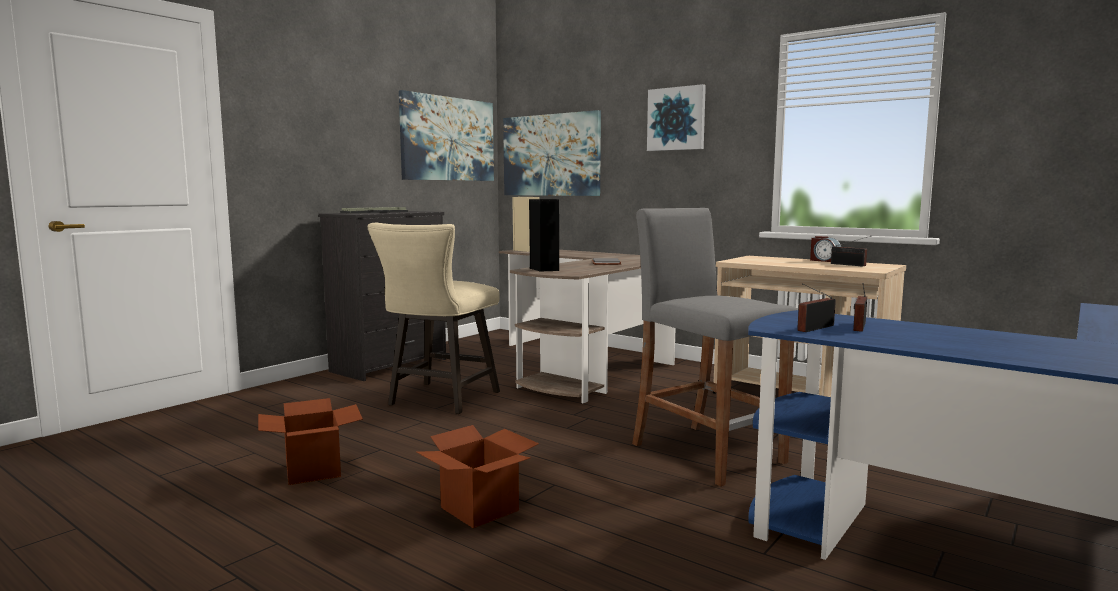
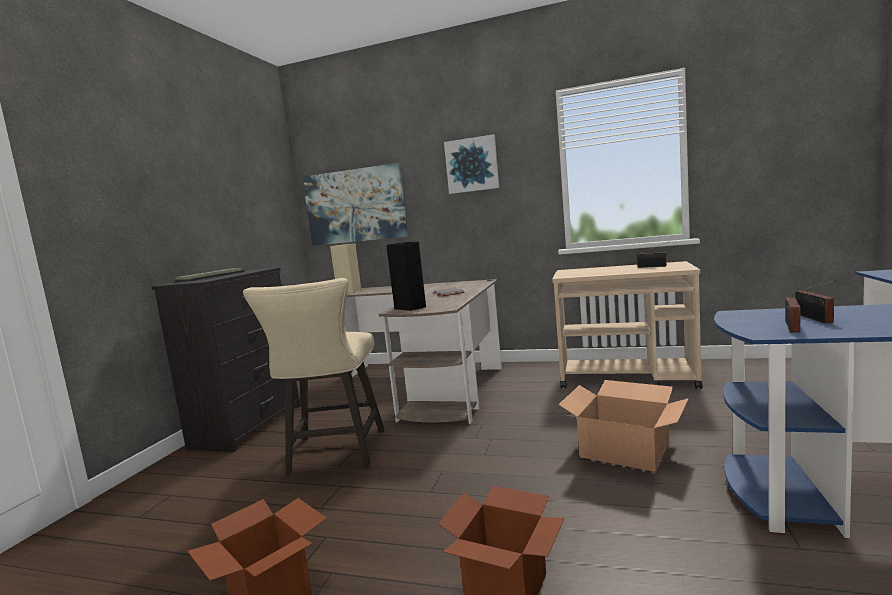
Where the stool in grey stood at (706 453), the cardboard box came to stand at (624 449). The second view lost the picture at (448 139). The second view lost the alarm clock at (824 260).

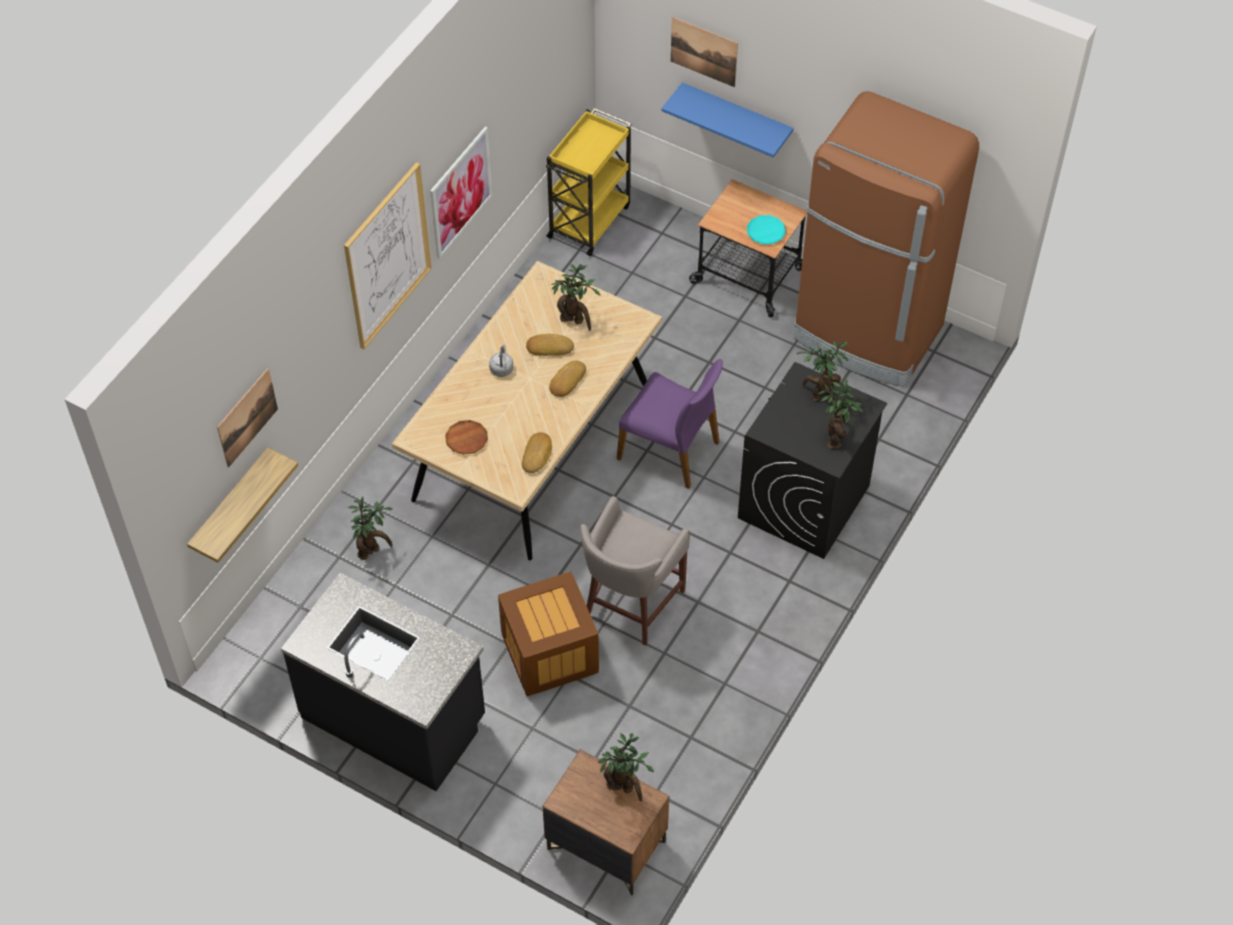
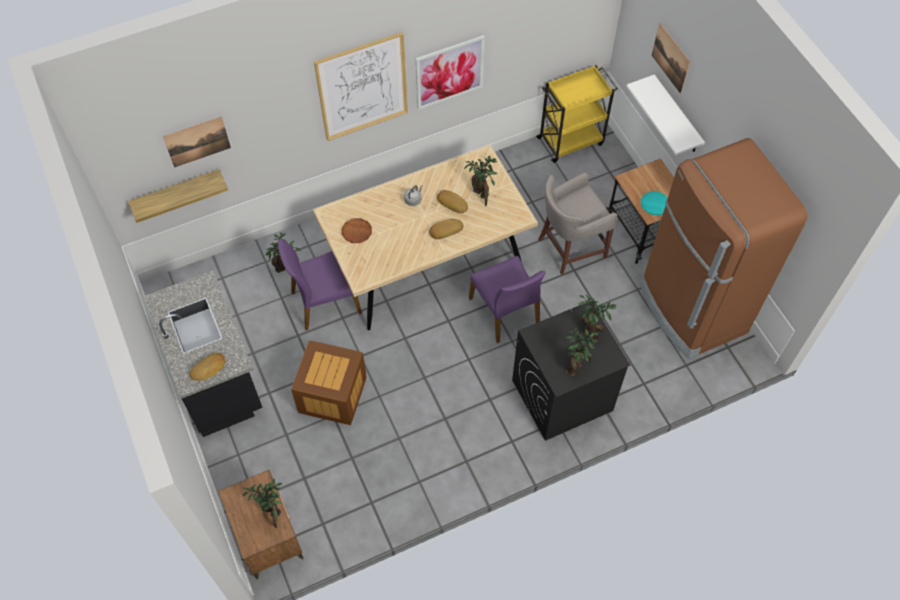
The bread ended up elsewhere, having gone from (537 455) to (209 368). The second view gained the chair in purple at (325 302). The stool in grey ended up elsewhere, having gone from (631 604) to (569 248). What was the shelf in blue at (736 116) turned into the shelf in white at (676 116).

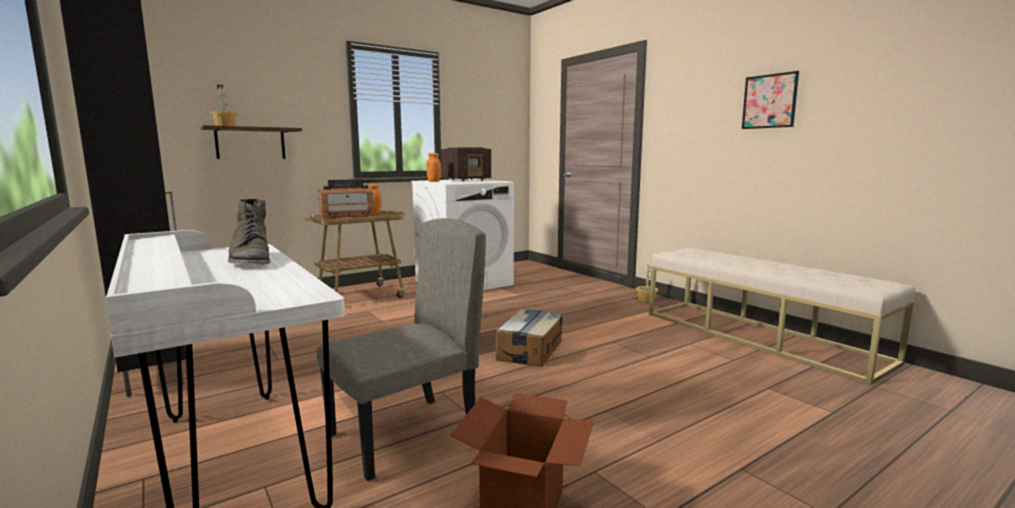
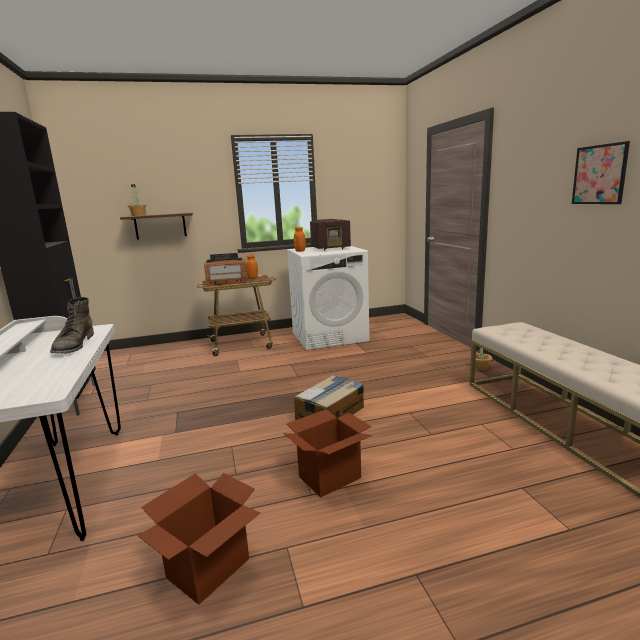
The second view gained the cardboard box at (330 477). The second view lost the chair in beige at (404 435).

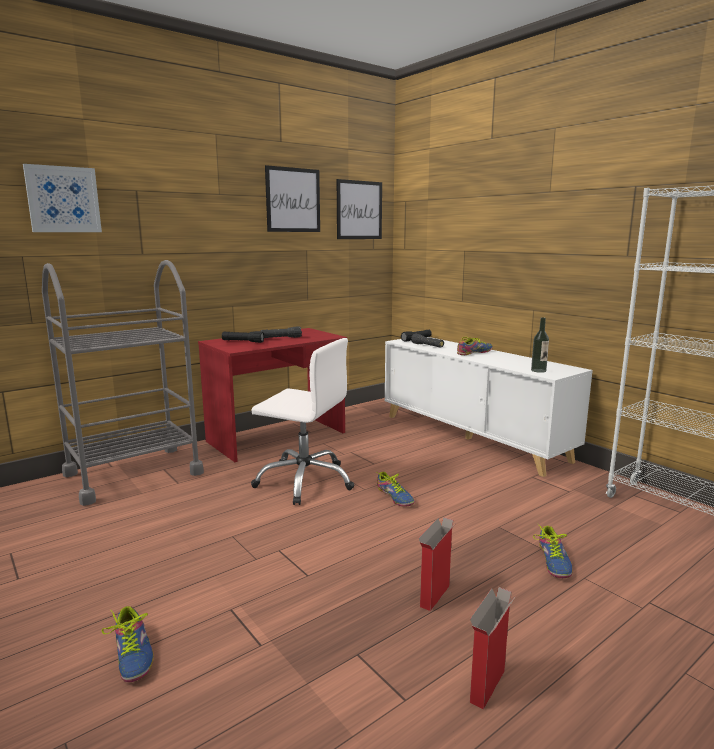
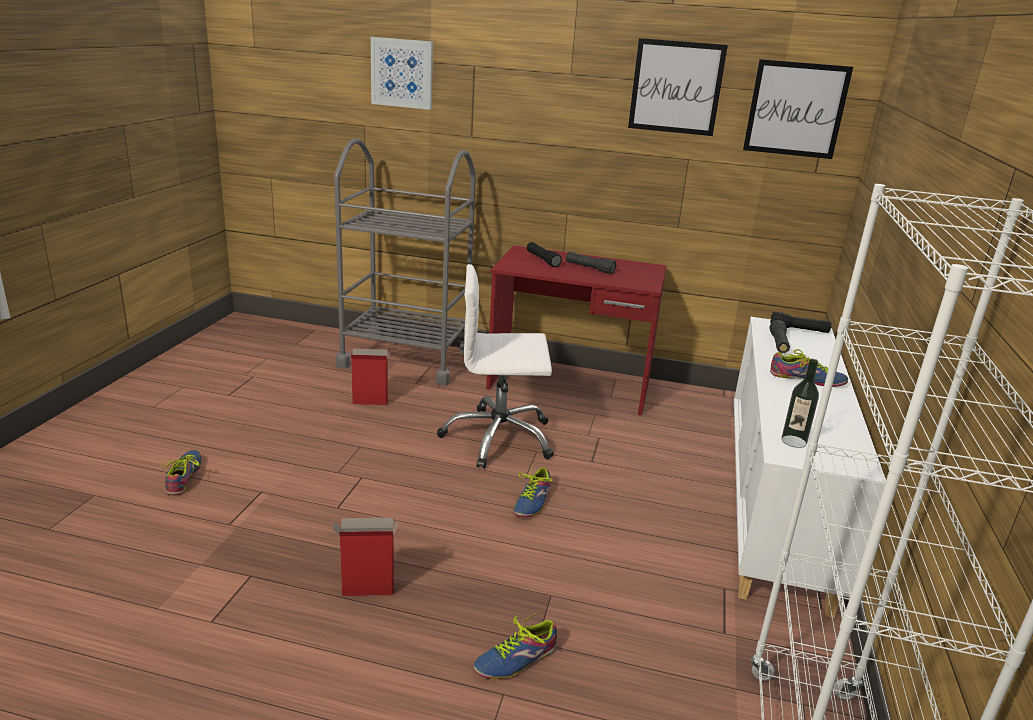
The shoe at (133 654) ended up facing another way, 150 degrees clockwise from before. The cardboard box ended up elsewhere, having gone from (487 687) to (369 402). The office chair in white at (305 481) ended up facing another way, 105 degrees clockwise from before.

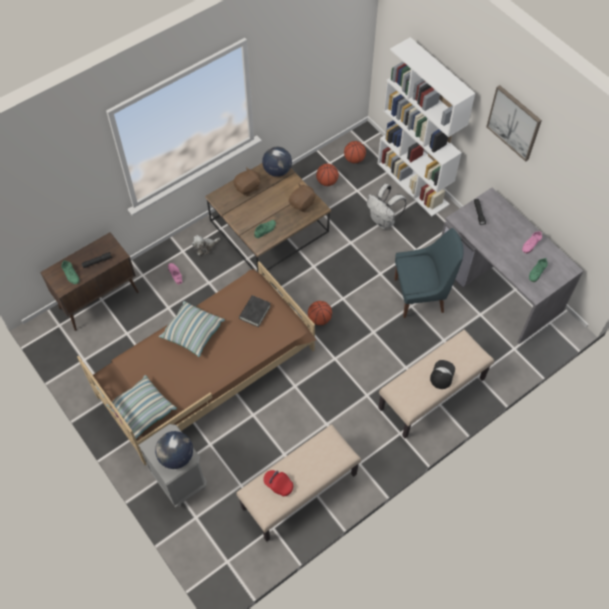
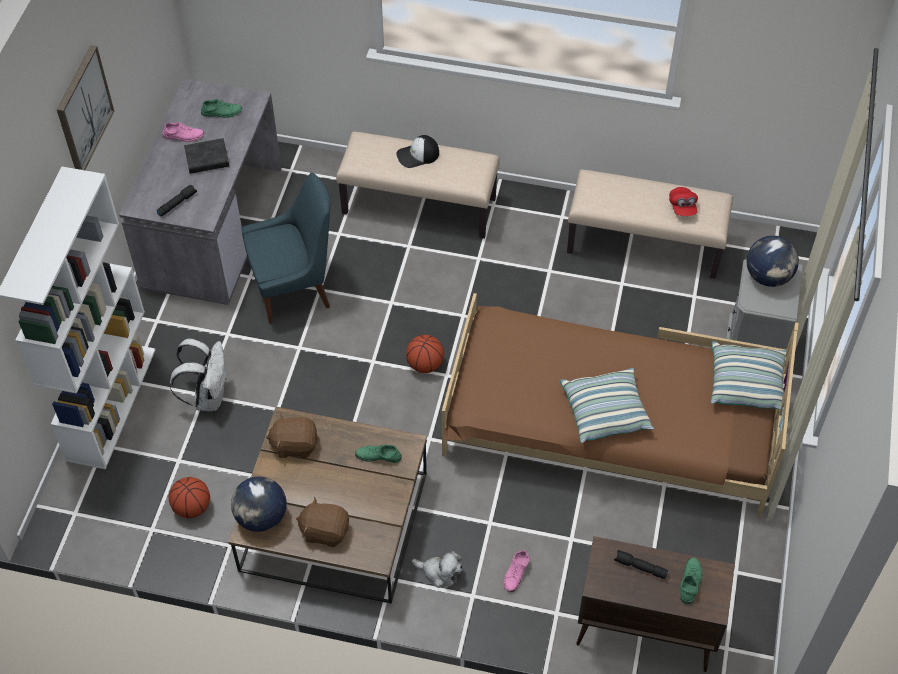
The book in black ended up elsewhere, having gone from (255 312) to (207 159). The chair in blue at (421 295) ended up facing another way, 120 degrees clockwise from before. The second view lost the basketball at (354 159).

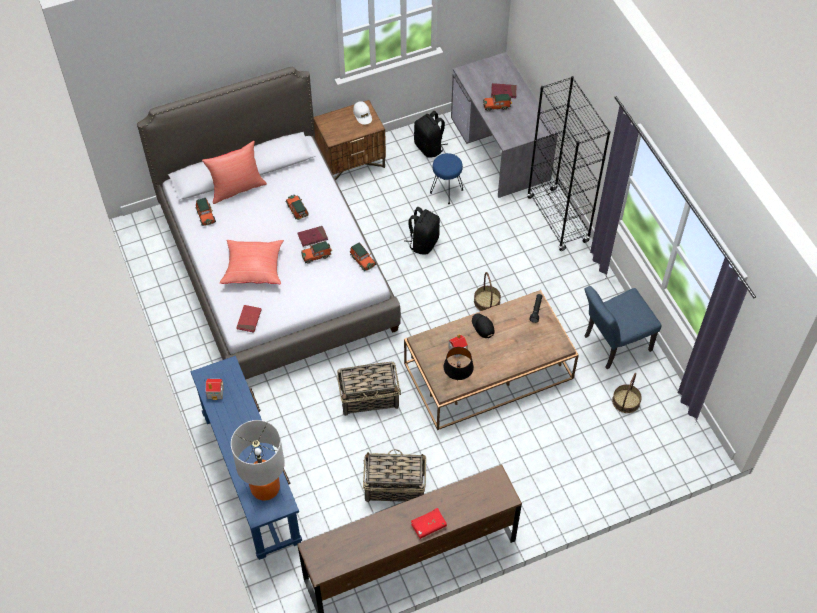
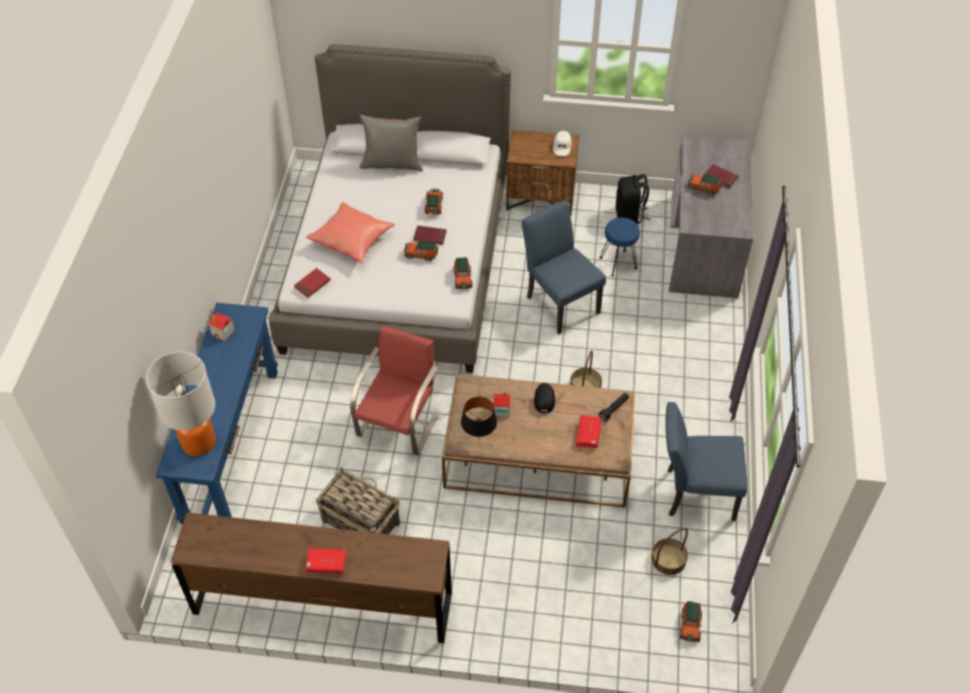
Where the basket stood at (369 397), the chair in red came to stand at (399 423). What was the pillow in red at (237 188) turned into the pillow in grey at (392 163). Where the backpack in black stood at (423 242), the chair in blue came to stand at (559 301). The second view gained the book in red at (588 434). The toy car ended up elsewhere, having gone from (205 215) to (690 624). The second view lost the bookcase in black at (557 220).

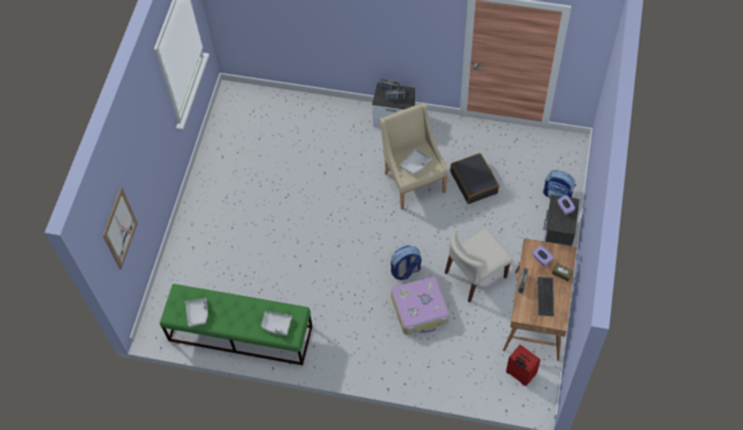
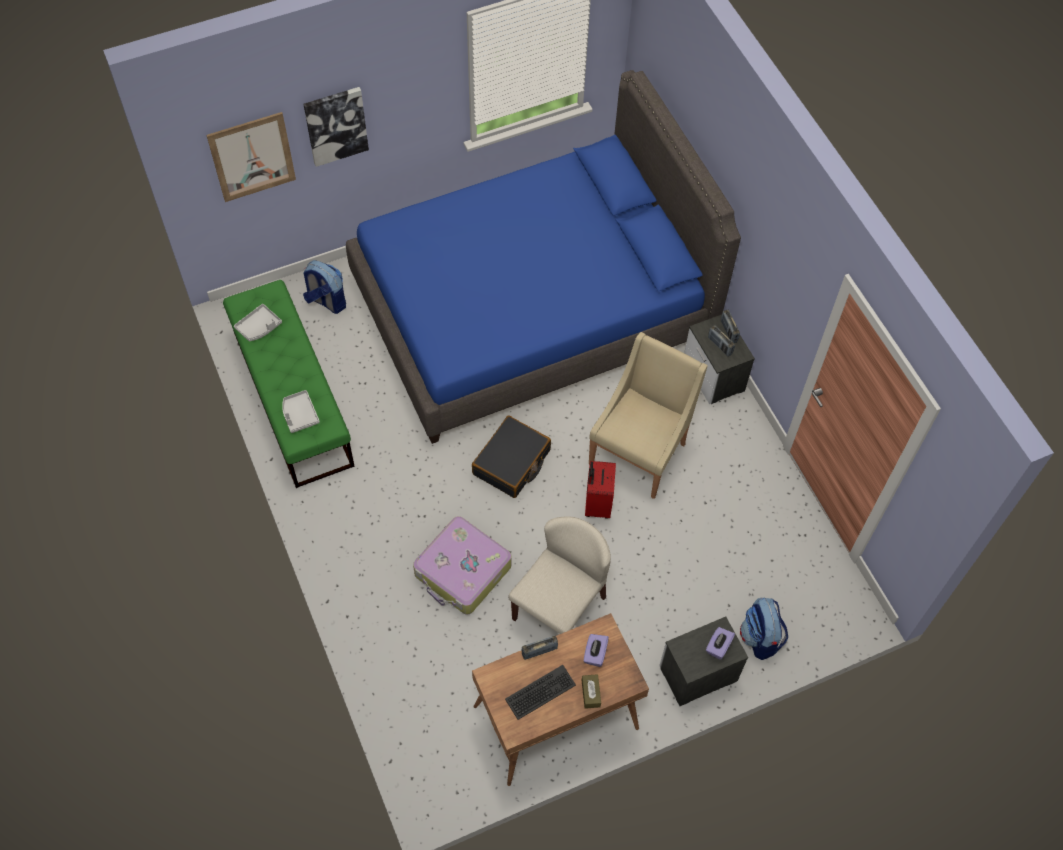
The second view gained the picture at (336 125). The backpack ended up elsewhere, having gone from (405 270) to (326 301). The second view gained the bed in blue at (531 308). The suitcase in black ended up elsewhere, having gone from (474 182) to (512 463). The chair in beige at (475 275) ended up facing another way, 105 degrees clockwise from before. The suitcase in red ended up elsewhere, having gone from (520 374) to (597 504). The second view lost the tray in grey at (415 164).

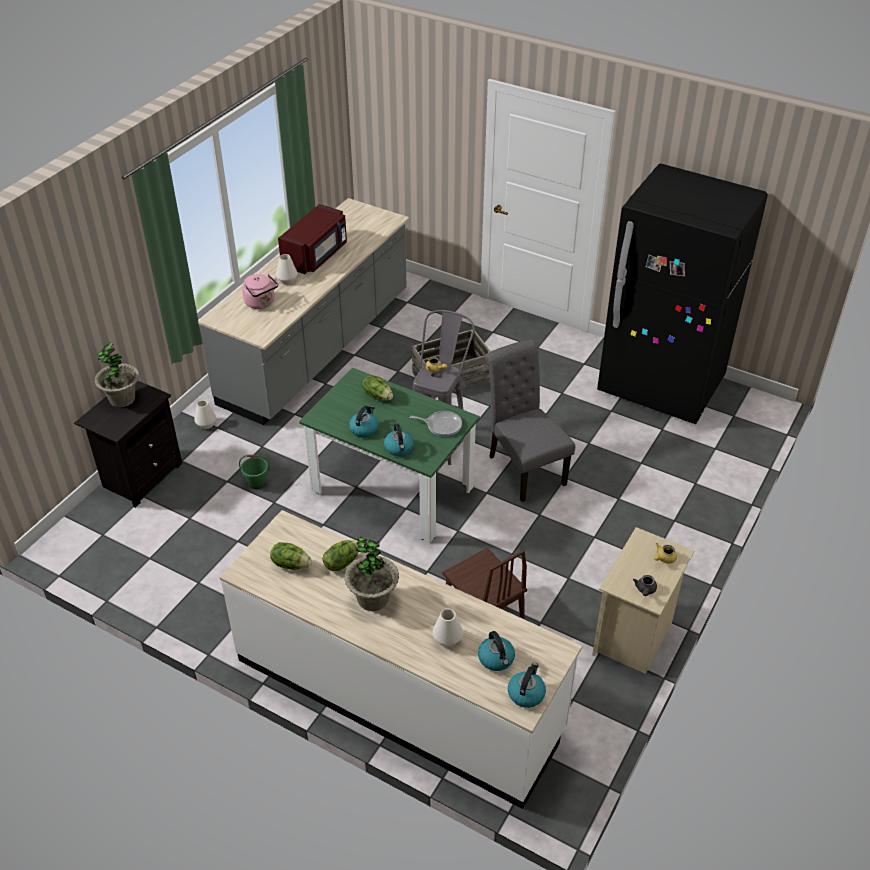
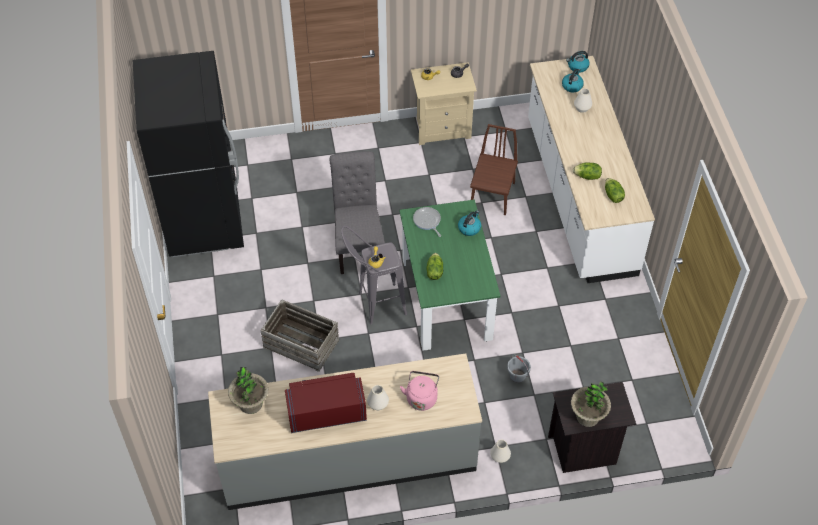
The potted plant ended up elsewhere, having gone from (373 598) to (250 404). The chair in grey at (523 467) ended up facing another way, 150 degrees clockwise from before. What was the bucket in green at (256 483) turned into the bucket in grey at (517 376). The second view lost the kettle at (364 429).

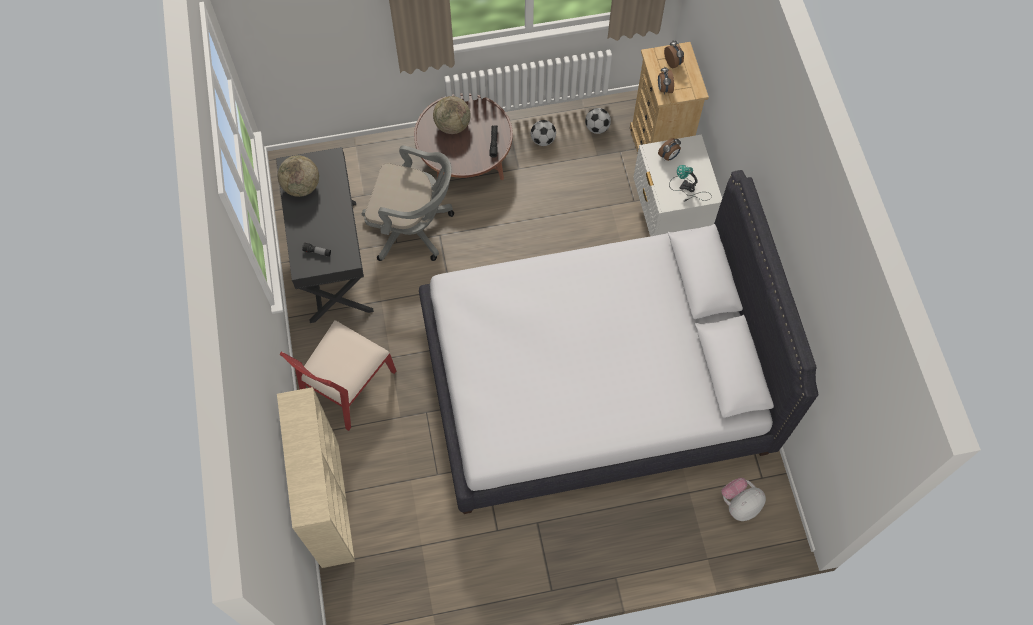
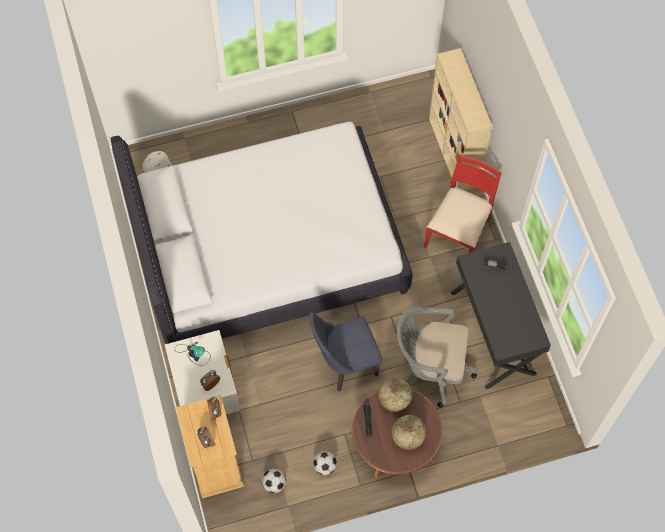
The second view gained the chair in blue at (344 365). The globe ended up elsewhere, having gone from (302 186) to (394 400).

